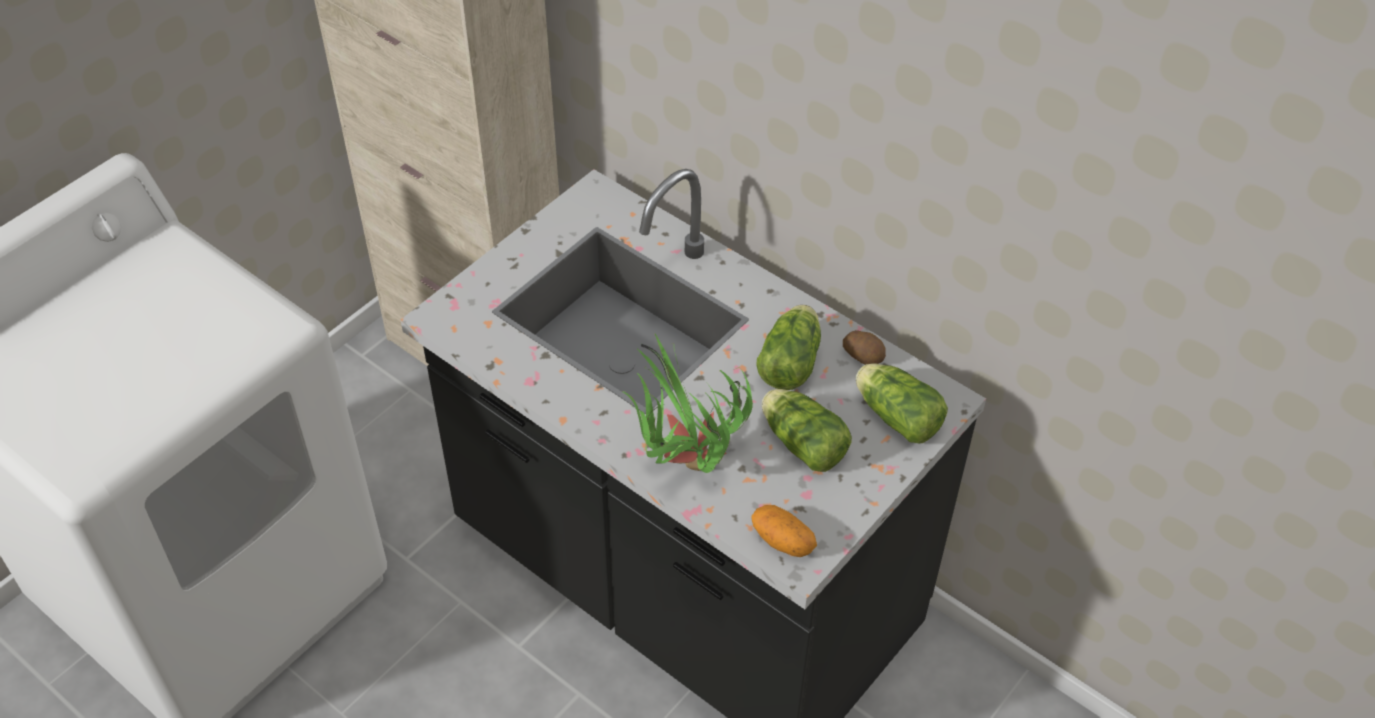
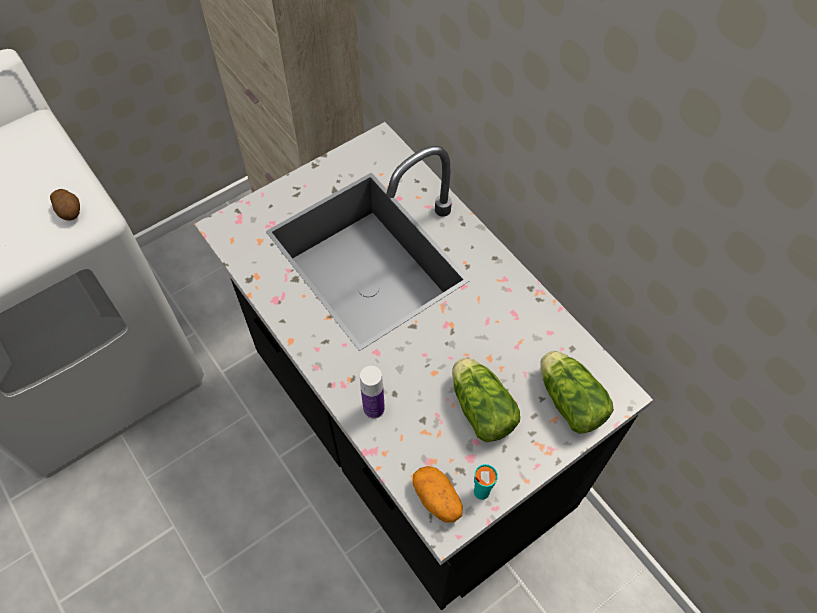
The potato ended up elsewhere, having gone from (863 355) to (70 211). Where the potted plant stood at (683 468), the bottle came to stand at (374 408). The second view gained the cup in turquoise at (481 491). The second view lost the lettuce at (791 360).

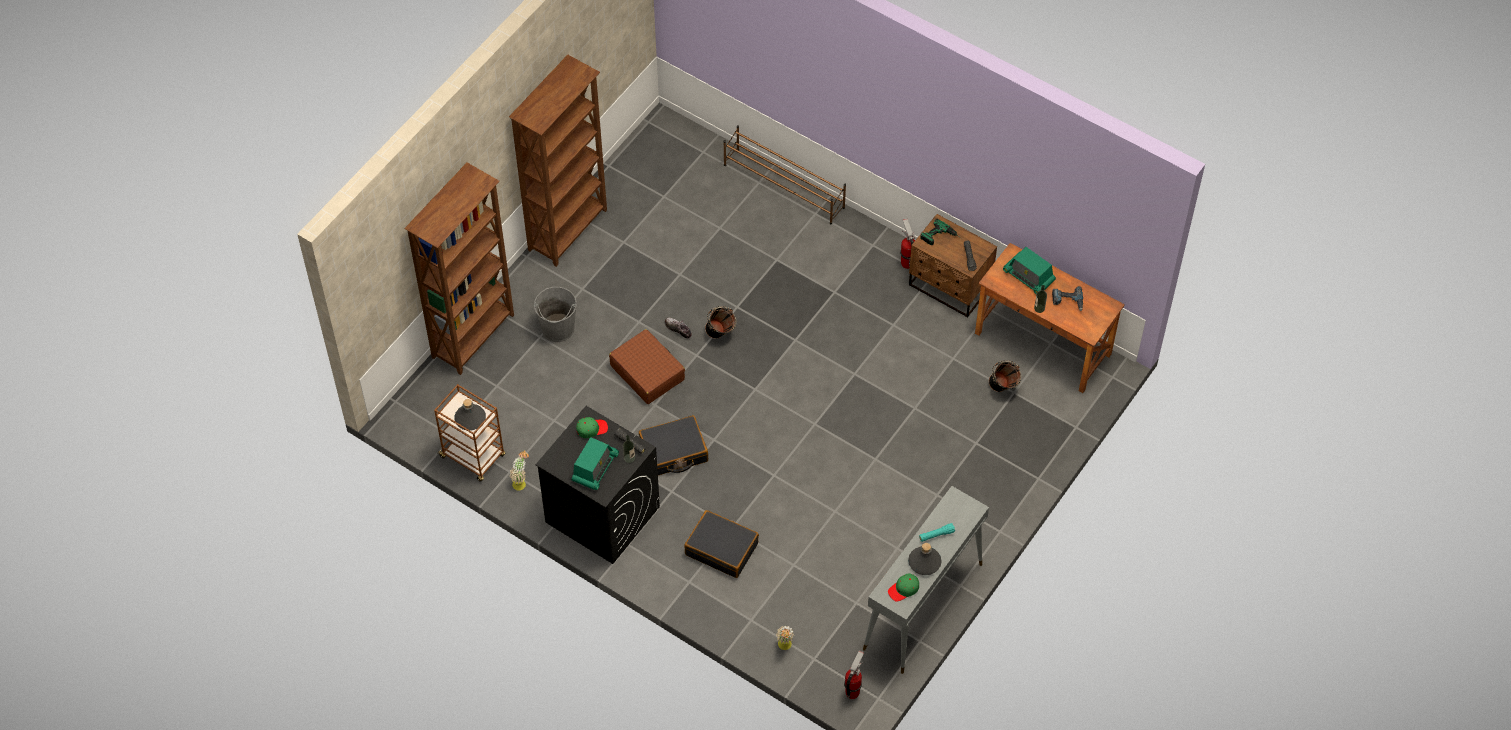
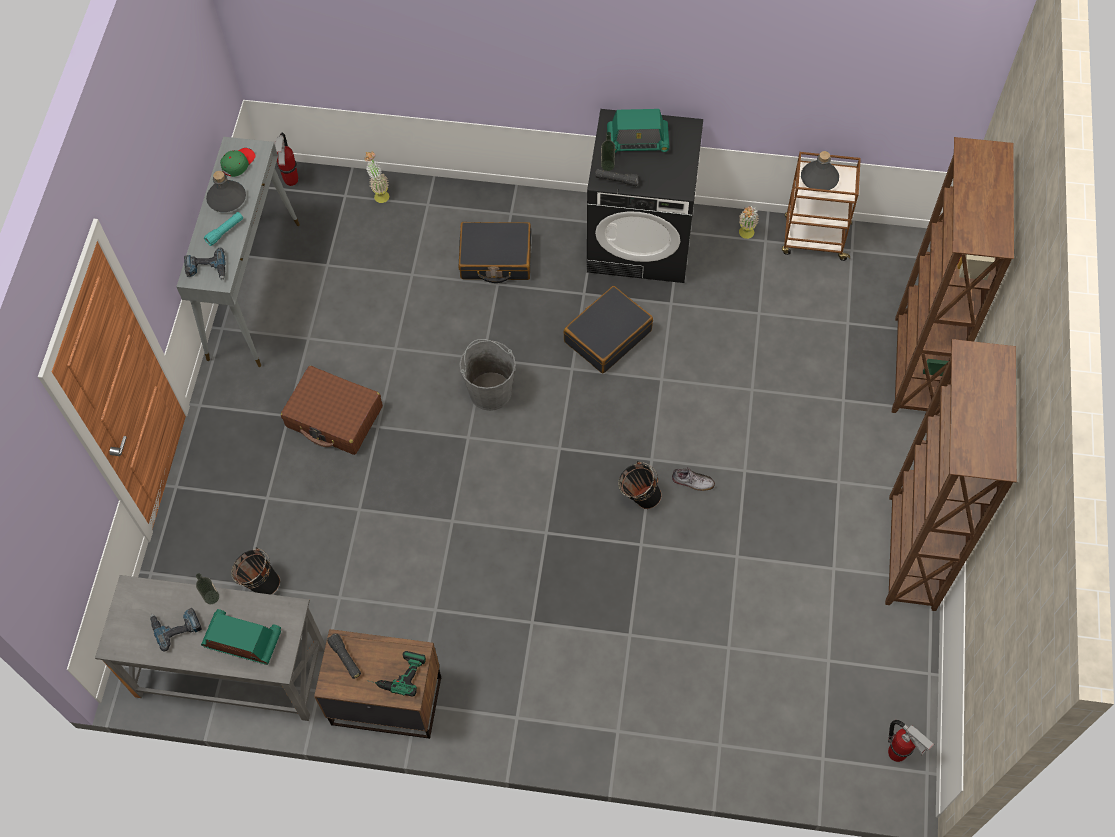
What was the desk in brown at (1043 343) turned into the desk in grey at (230 672). The second view gained the power drill at (206 269). The suitcase in brown ended up elsewhere, having gone from (647 372) to (334 417). The bucket in grey ended up elsewhere, having gone from (558 328) to (490 391). The radio at (595 468) ended up facing another way, 90 degrees counterclockwise from before. The fire extinguisher ended up elsewhere, having gone from (906 263) to (897 754). The second view lost the cap in green at (591 429). The second view lost the shoe rack in brown at (784 187).

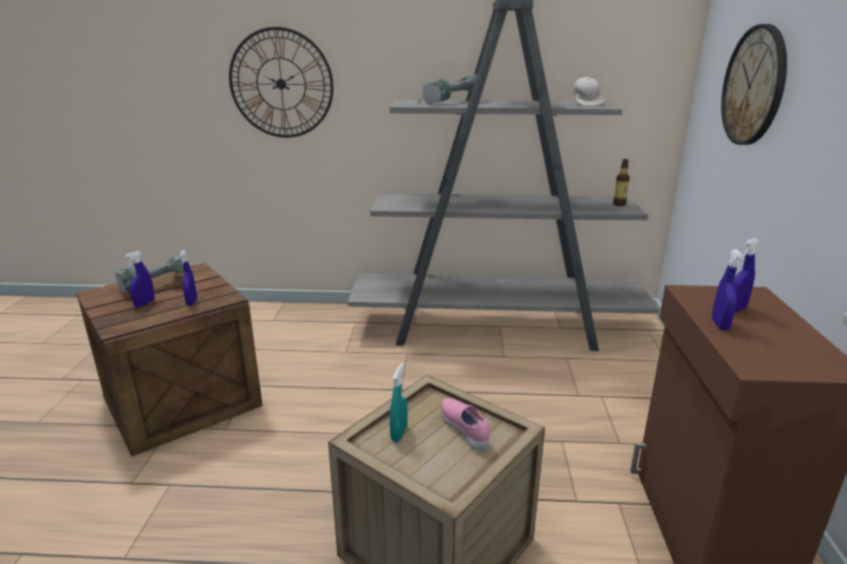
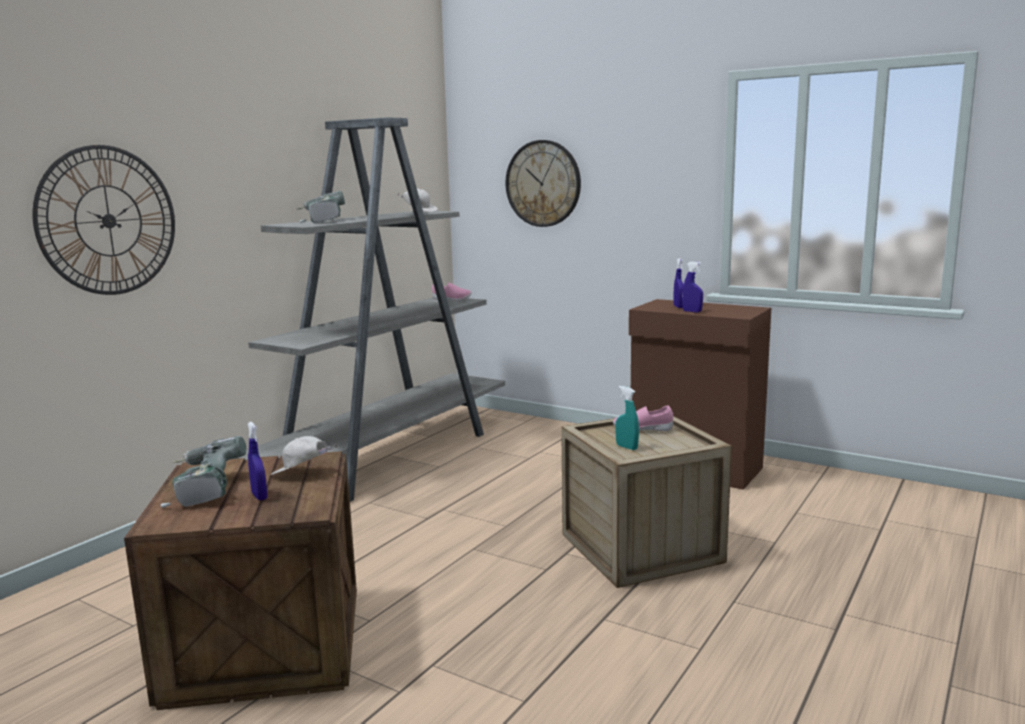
Where the spray bottle in blue stood at (192 302), the cap in white came to stand at (302 474). Where the bottle stood at (619 204), the shoe in pink came to stand at (451 299).

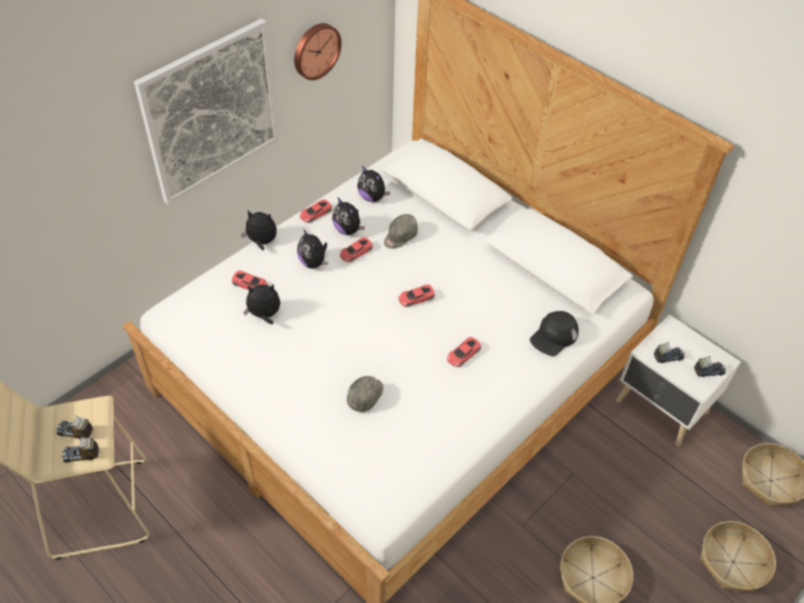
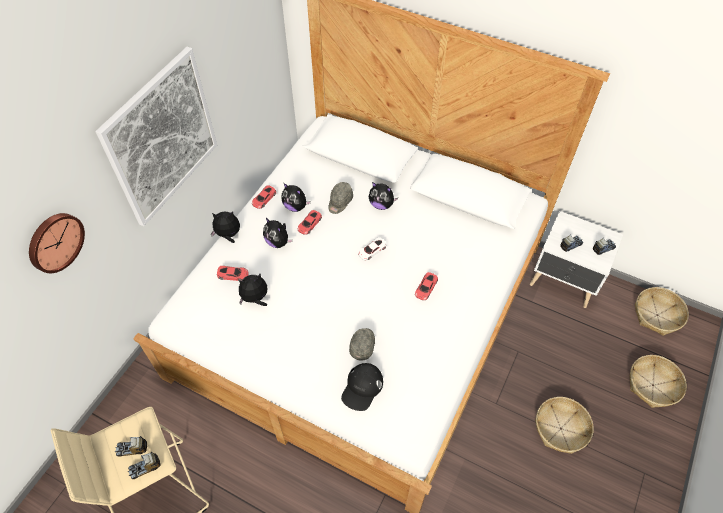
The wall clock ended up elsewhere, having gone from (315 50) to (54 241). The cap in black ended up elsewhere, having gone from (554 336) to (362 388). What was the toy car in red at (416 298) turned into the toy car in white at (372 250). The plush toy ended up elsewhere, having gone from (372 197) to (381 204).

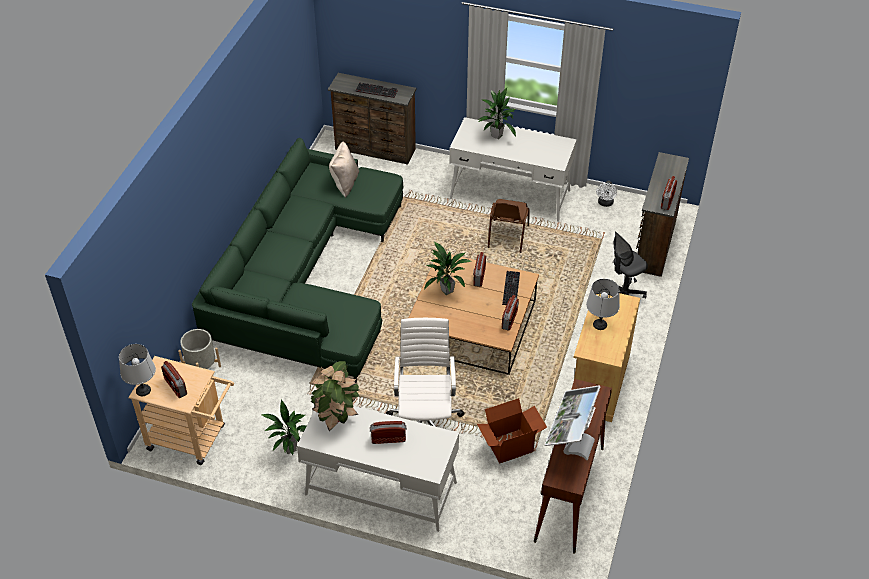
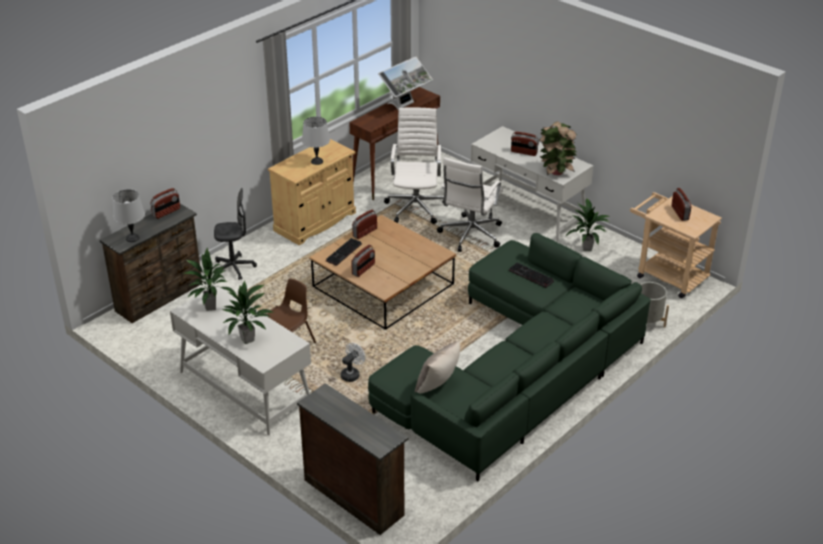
The table lamp in grey ended up elsewhere, having gone from (143 390) to (133 238). The potted plant ended up elsewhere, having gone from (447 290) to (210 308). The fan in white ended up elsewhere, having gone from (605 203) to (352 374). Where the cardboard box stood at (509 445), the office chair in white came to stand at (416 207). The keyboard ended up elsewhere, having gone from (377 90) to (529 276).

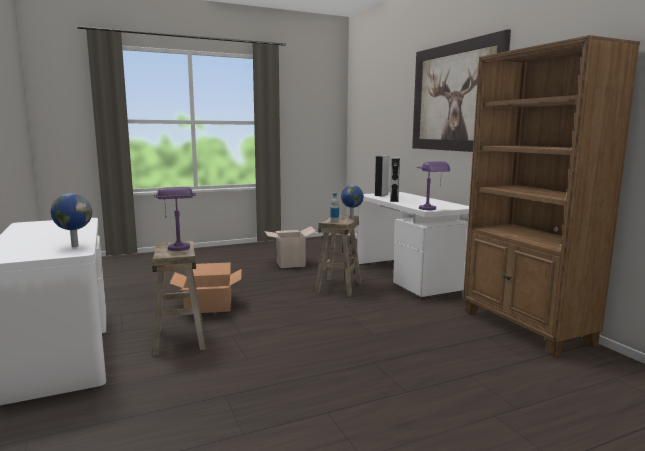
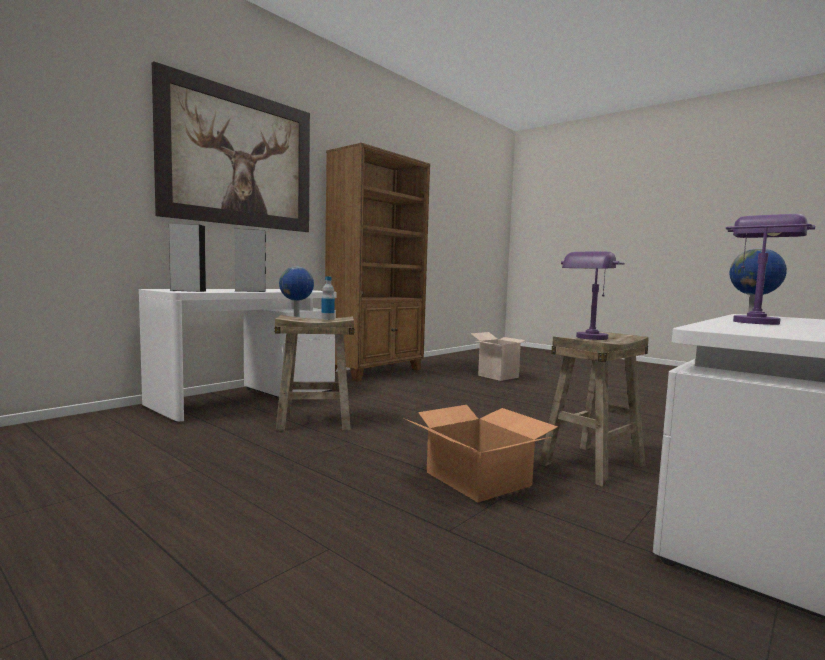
The cardboard box ended up elsewhere, having gone from (290 264) to (498 376). The table lamp in purple ended up elsewhere, having gone from (431 209) to (756 322).

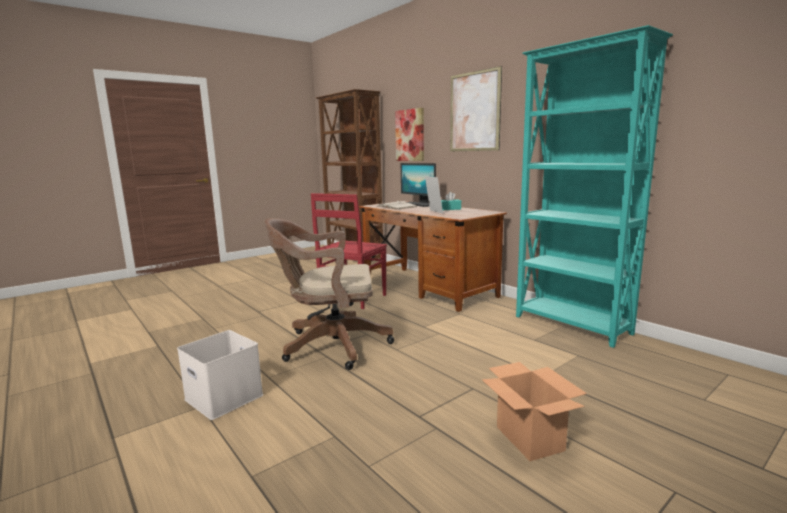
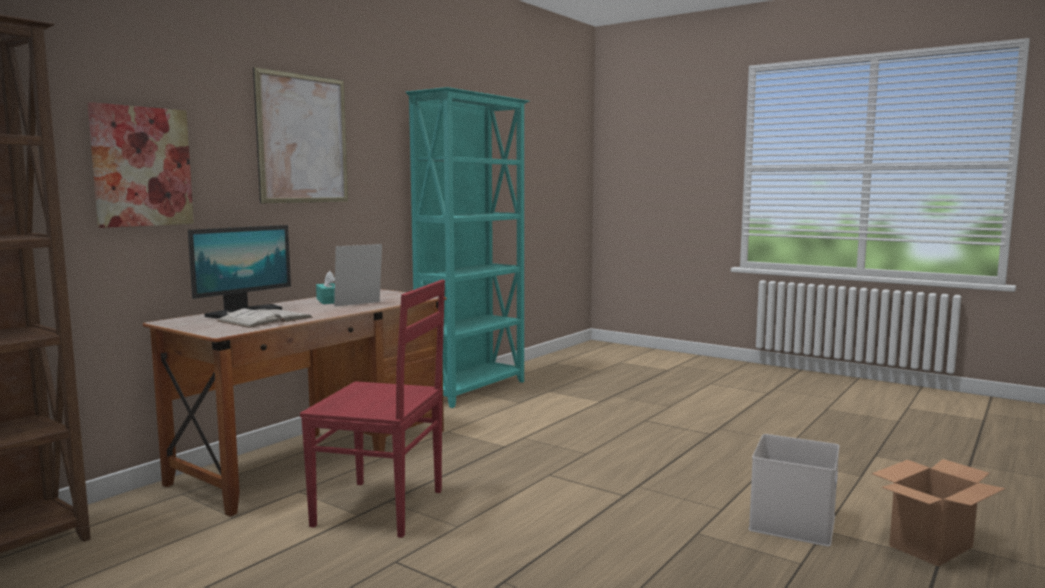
The cardboard box ended up elsewhere, having gone from (528 438) to (931 547). The second view lost the office chair in brown at (330 345).

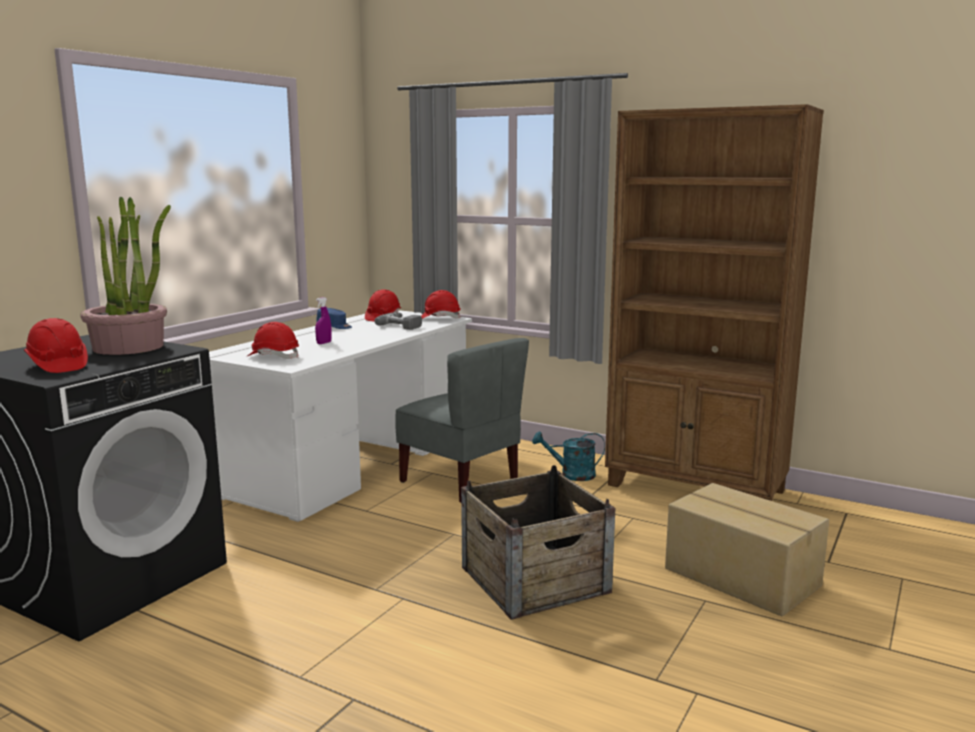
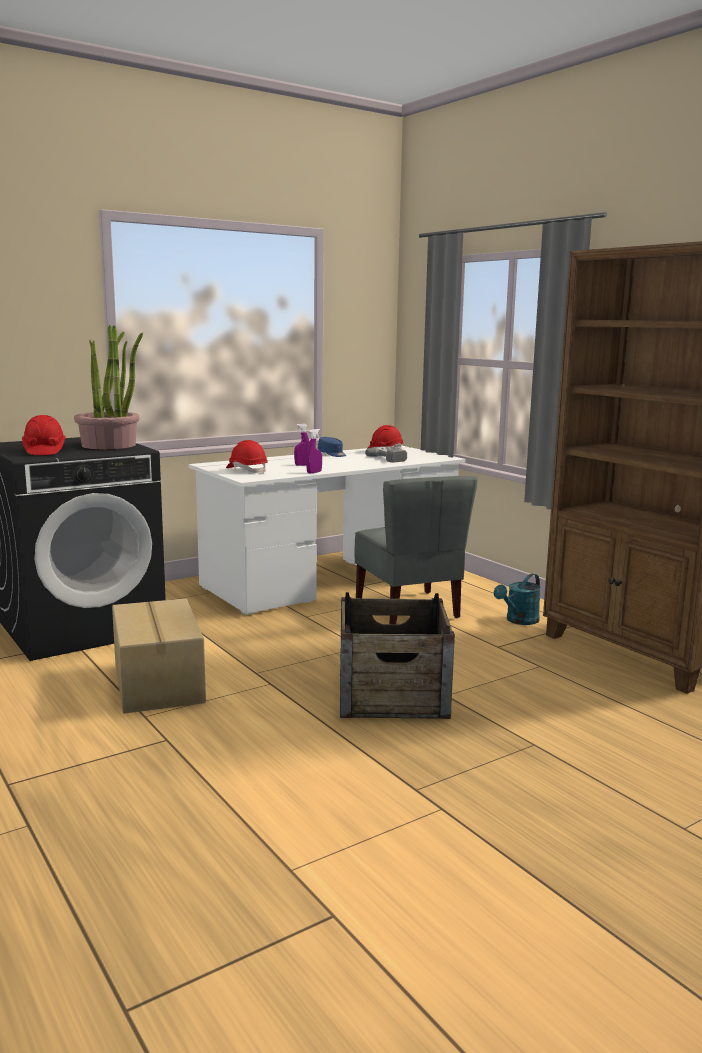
The cardboard box ended up elsewhere, having gone from (741 578) to (156 683). The second view gained the spray bottle in purple at (314 472). The watering can in turquoise at (571 475) ended up facing another way, 75 degrees counterclockwise from before. The second view lost the hard hat in red at (439 318).

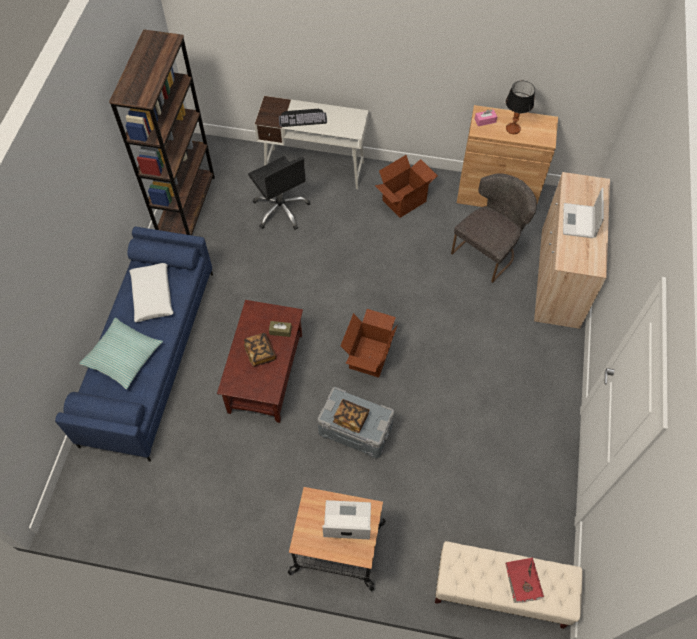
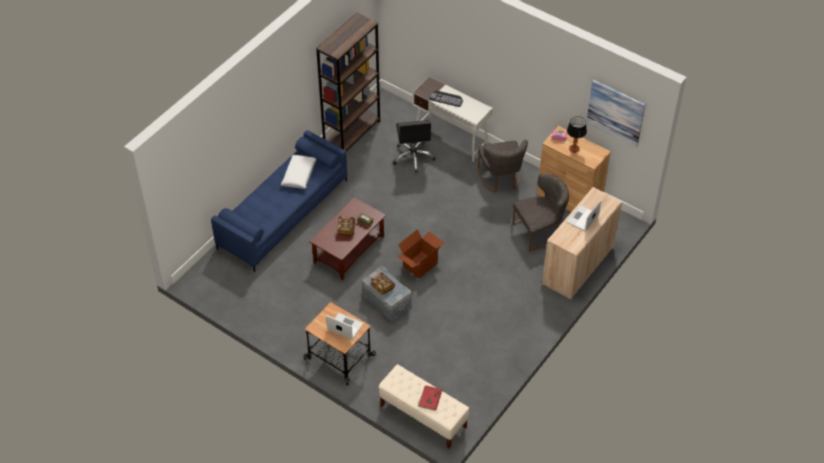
Where the cardboard box stood at (403 200), the chair in grey came to stand at (500 179). The second view gained the picture at (615 112). The second view lost the pillow at (123 357).

